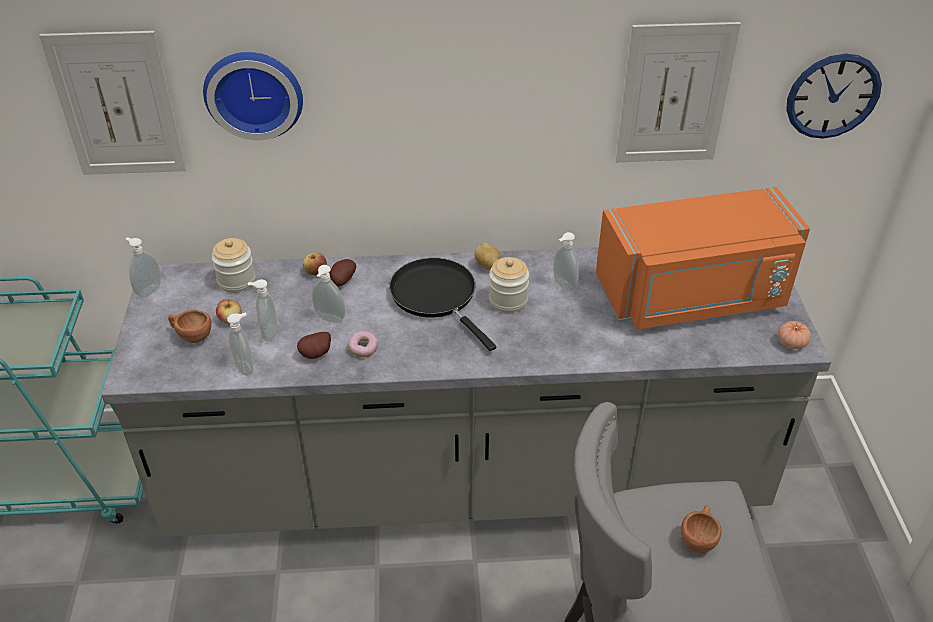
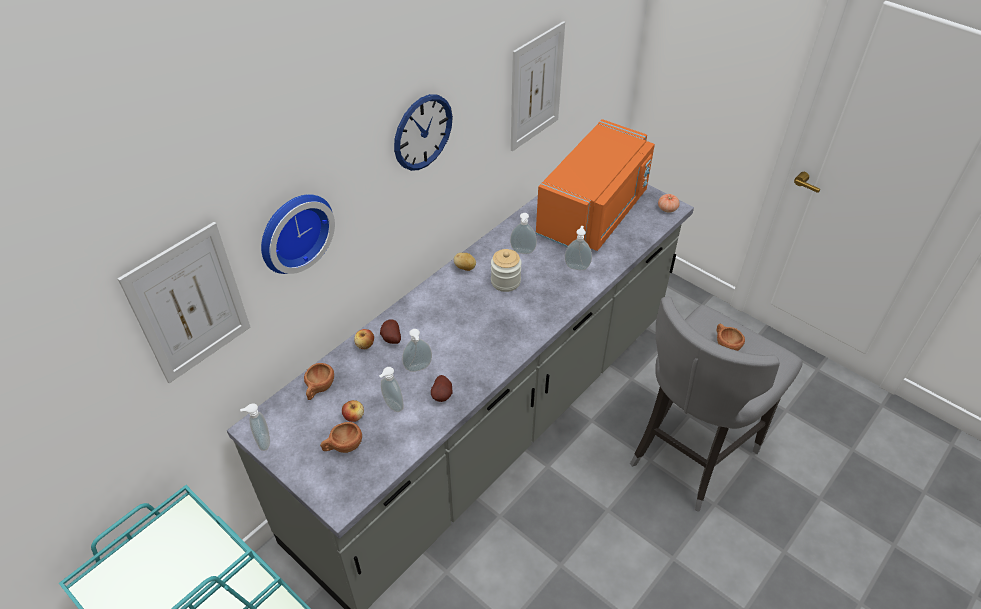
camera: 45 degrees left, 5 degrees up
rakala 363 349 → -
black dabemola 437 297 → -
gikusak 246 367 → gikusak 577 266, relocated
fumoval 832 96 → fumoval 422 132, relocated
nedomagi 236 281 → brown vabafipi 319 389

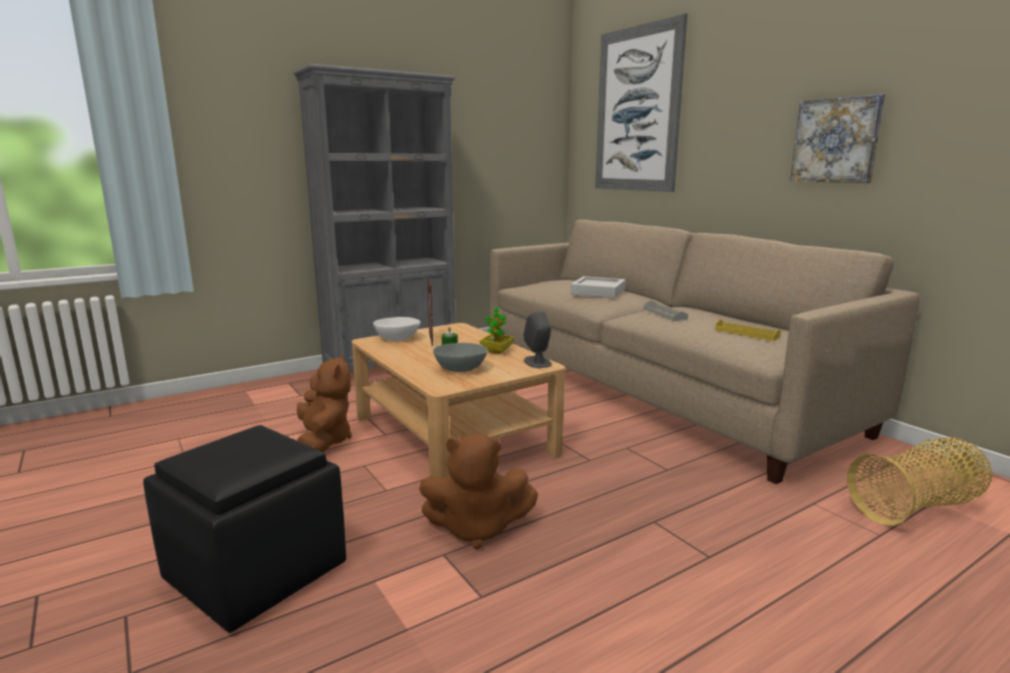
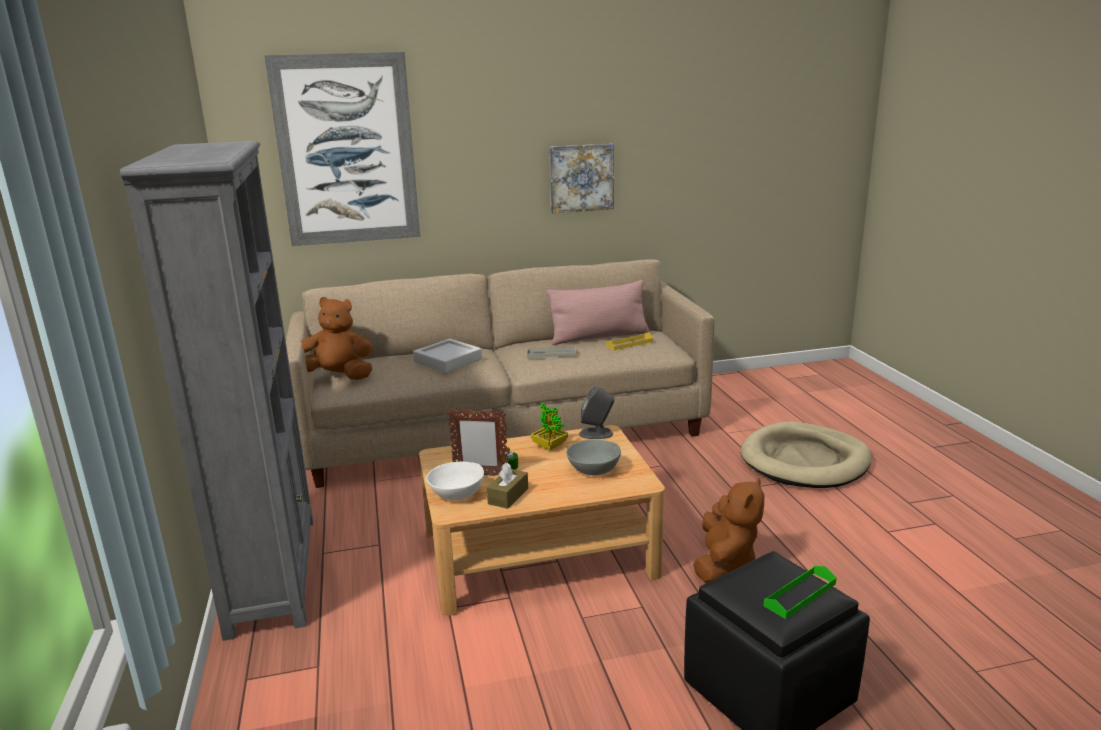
camera: 70 degrees left, 5 degrees up
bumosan 916 507 → -
- → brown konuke 508 496
- → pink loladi 599 337
- → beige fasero 805 461
- → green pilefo 800 595
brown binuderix 324 441 → brown binuderix 337 376, relocated

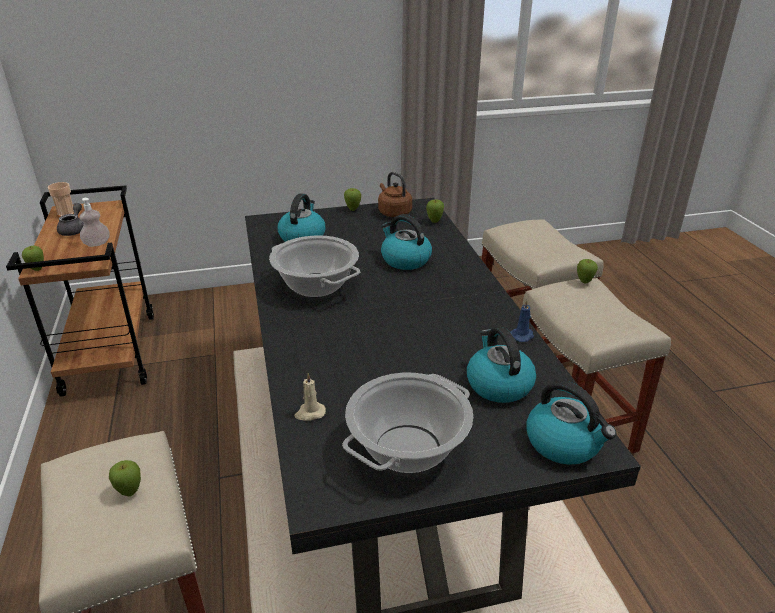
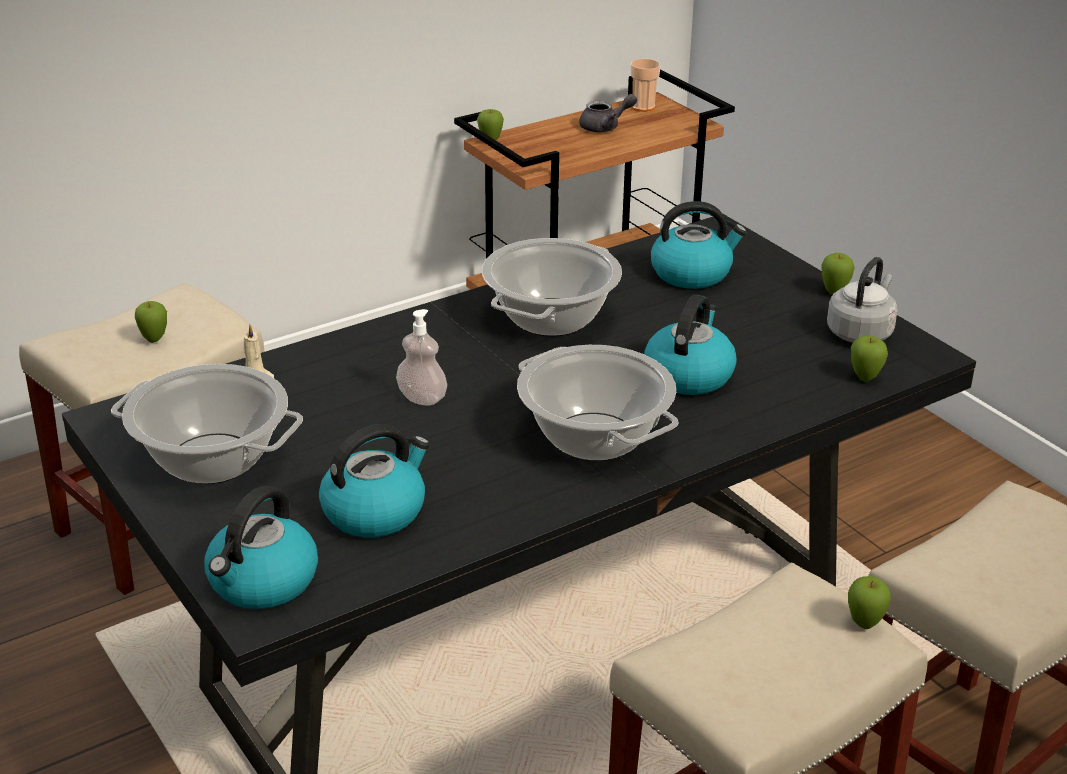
camera: 70 degrees right, 0 degrees up
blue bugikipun 522 335 → -
- → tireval 595 437
gikusak 97 243 → gikusak 422 398, relocated
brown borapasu 393 212 → grey borapasu 861 332

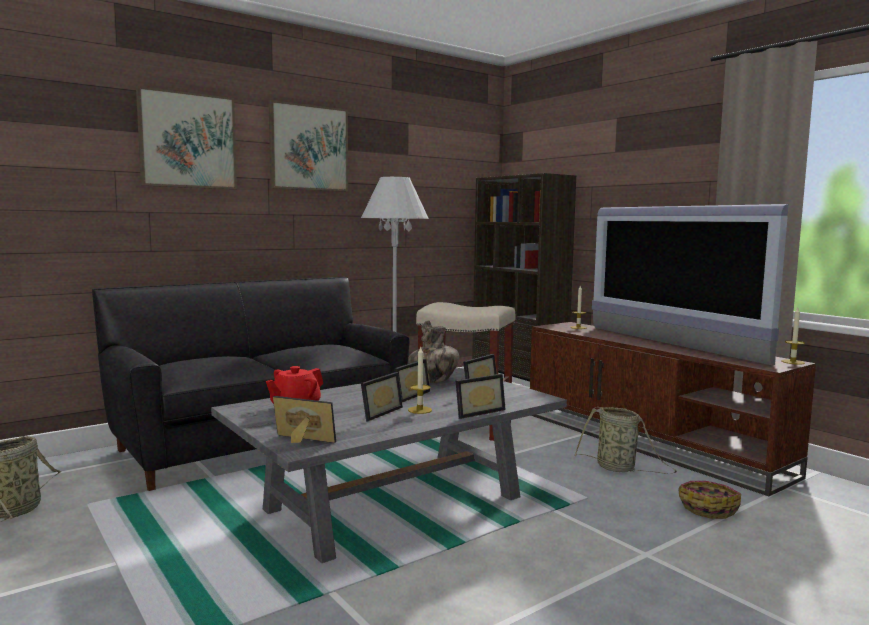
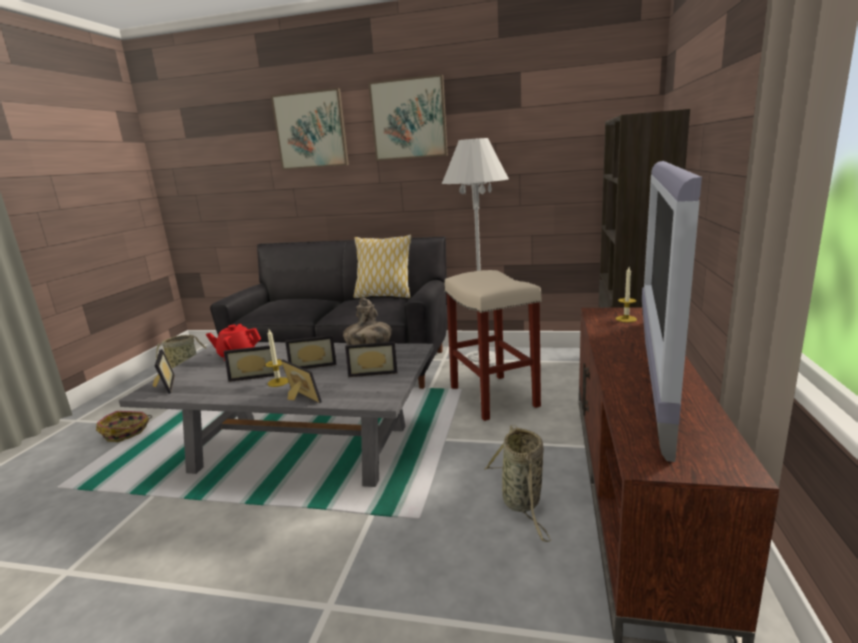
camera: 50 degrees right, 10 degrees up
bugikipun 793 362 → -
- → loladi 384 296
bumosan 708 508 → bumosan 127 432, relocated
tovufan 477 412 → tovufan 298 398, 150 degrees counterclockwise

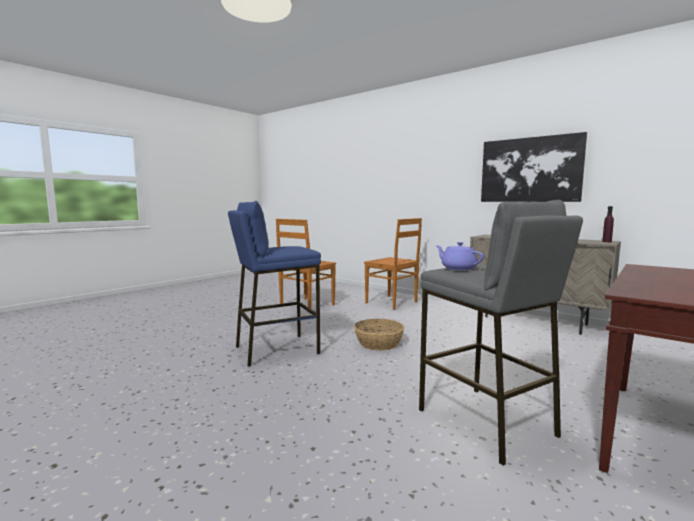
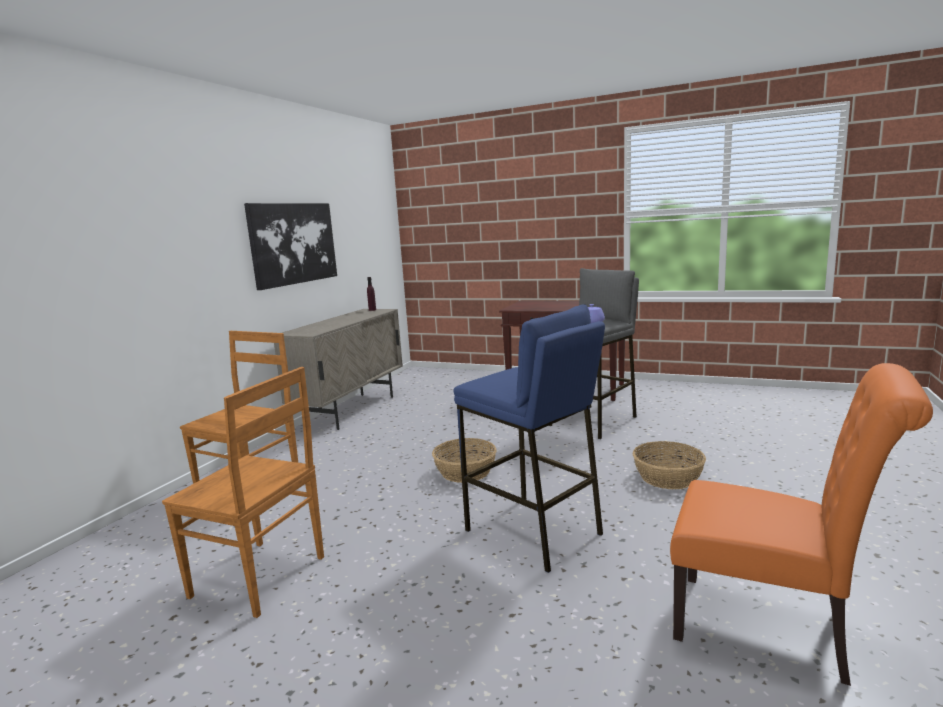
camera: 105 degrees left, 5 degrees up
- → bumosan 668 477
- → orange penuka 772 629

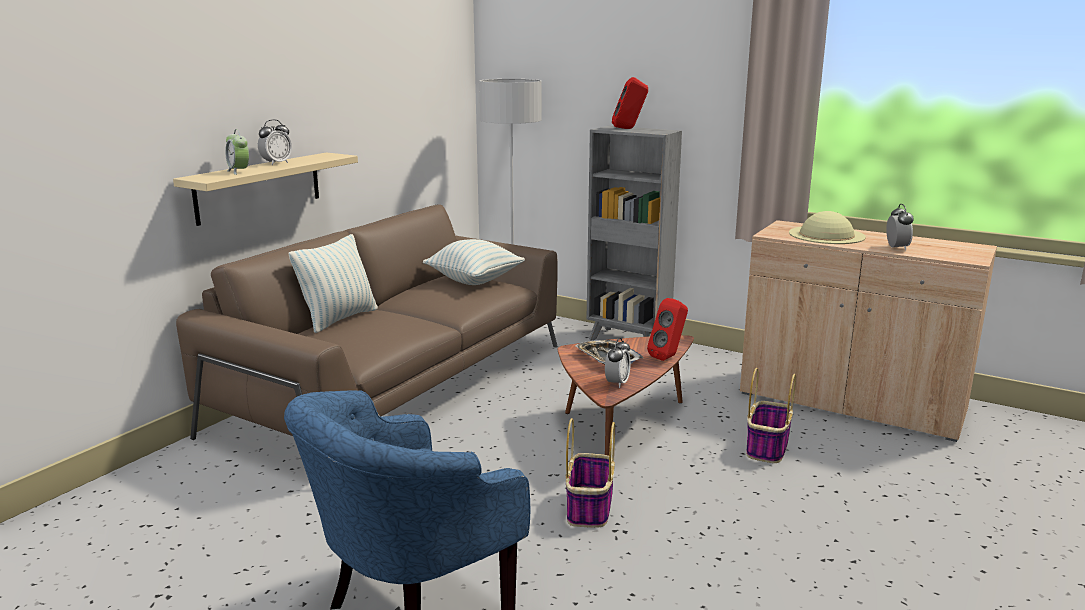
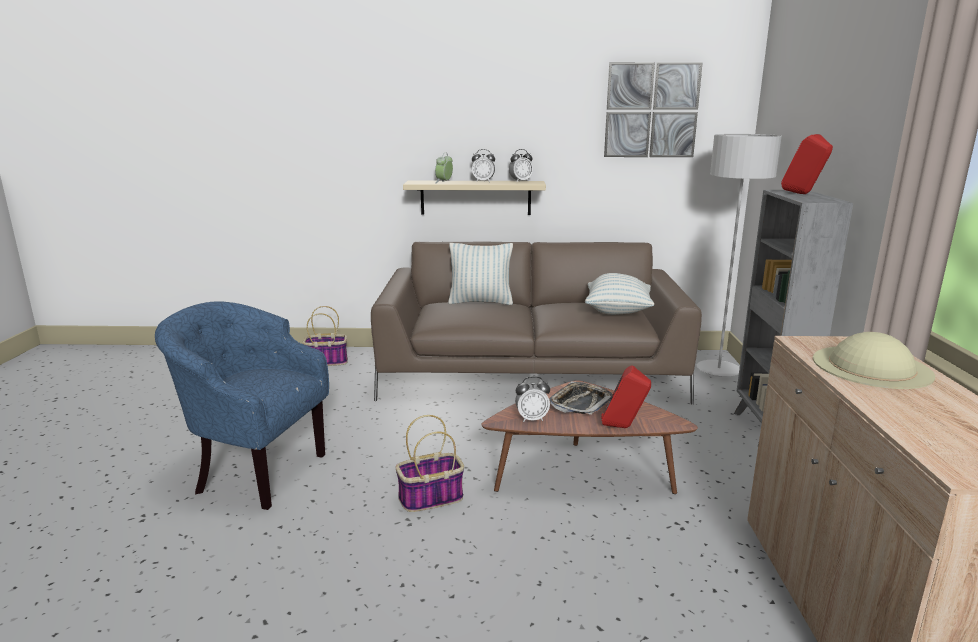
camera: 60 degrees right, 0 degrees up
- → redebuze 651 110
bumosan 767 447 → bumosan 327 361, relocated
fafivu 896 248 → fafivu 520 181, relocated

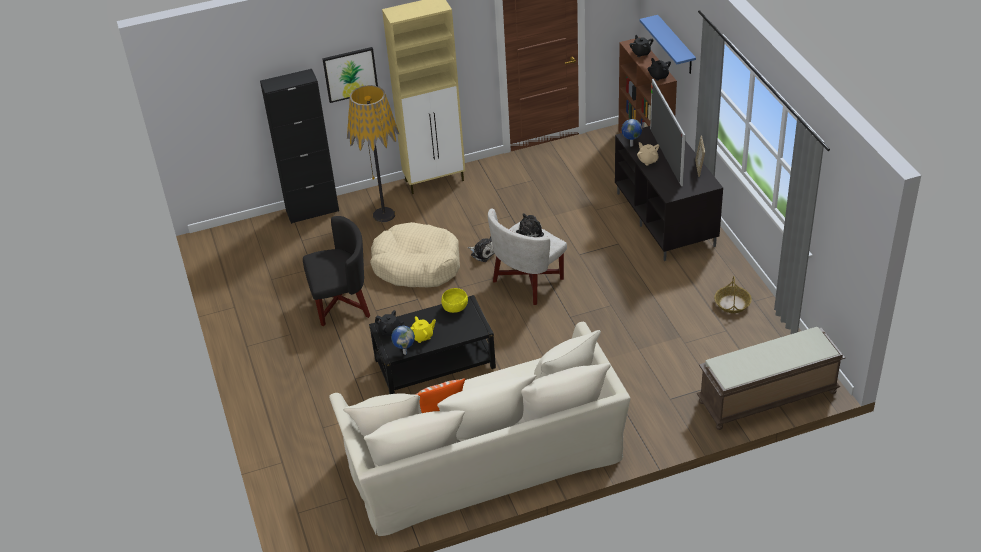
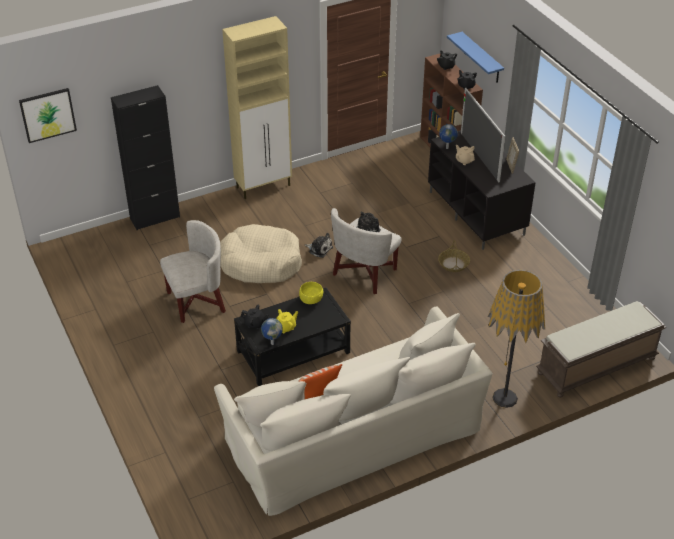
camera: 10 degrees left, 0 degrees up
redebuze 350 74 → redebuze 48 114, relocated
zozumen 384 215 → zozumen 504 398, relocated
bumosan 732 304 → bumosan 453 264, relocated
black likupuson 341 304 → white likupuson 196 301

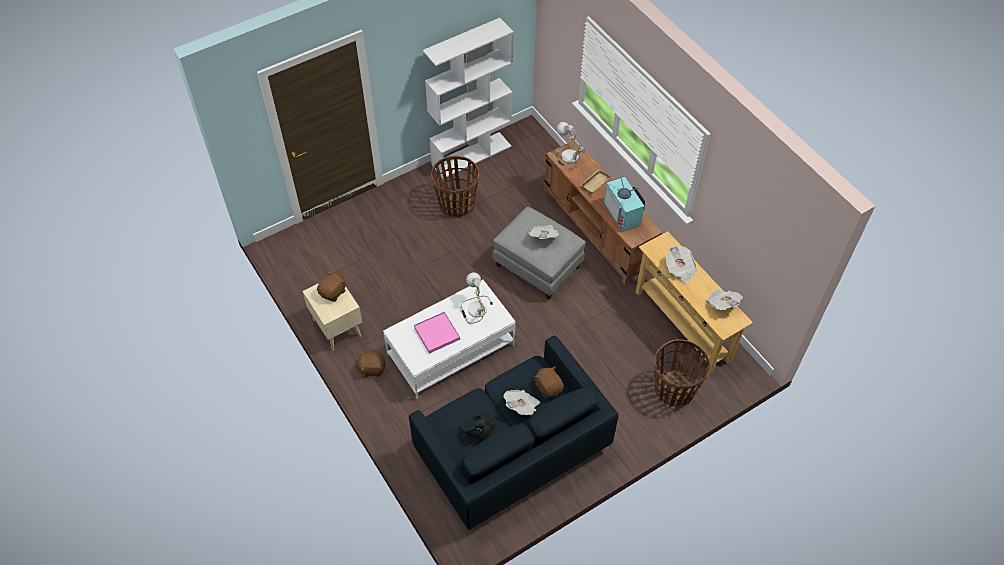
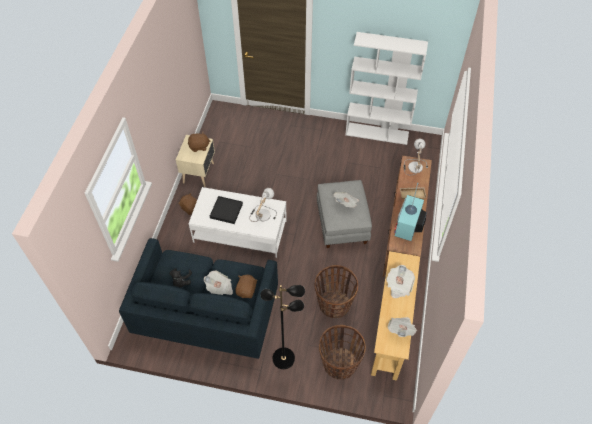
camera: 45 degrees right, 0 degrees up
- → black zozumen 284 358
bumosan 456 204 → bumosan 334 304, relocated
pink pilefo 437 333 → black pilefo 226 211

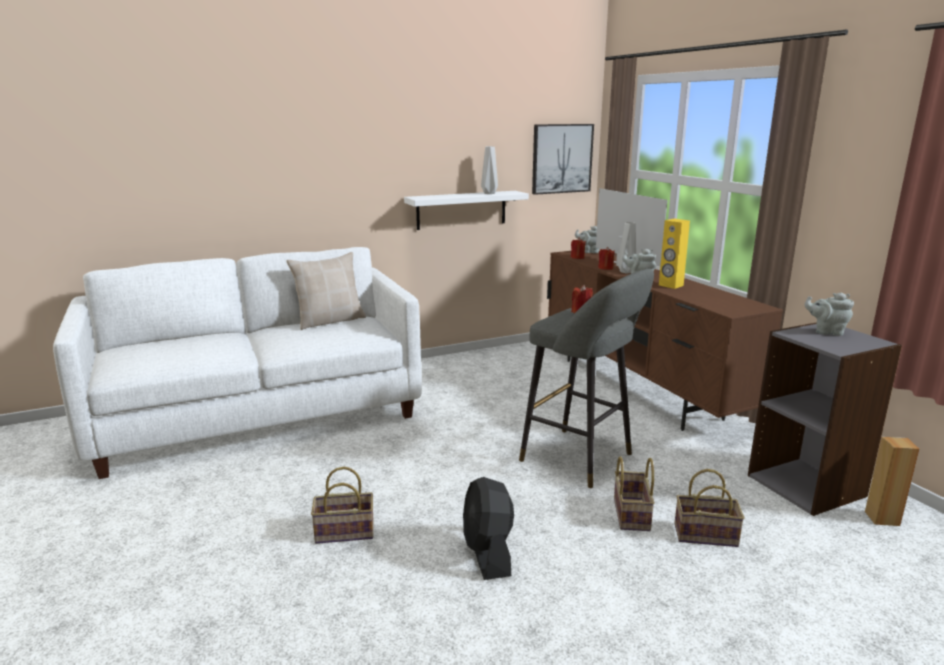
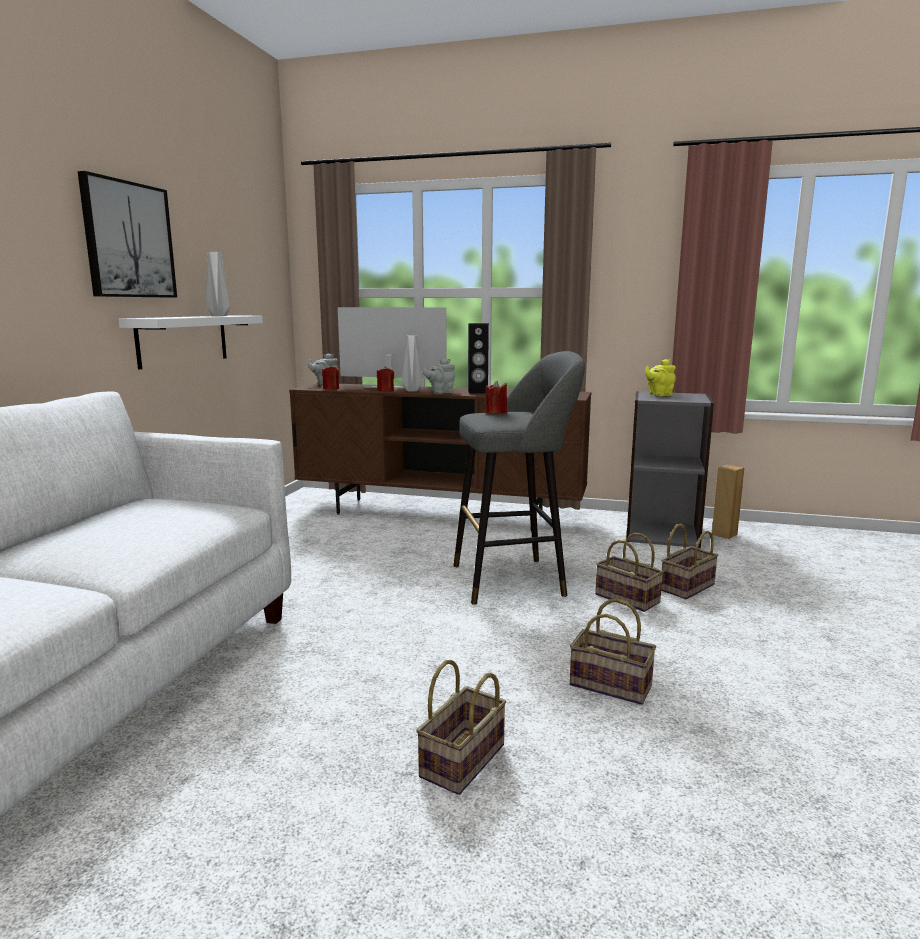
camera: 50 degrees left, 5 degrees down
beige loladi 330 321 → -
redebuze 561 158 → redebuze 128 240, relocated
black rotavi 488 553 → bumosan 613 685
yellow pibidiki 670 285 → black pibidiki 477 392
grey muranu 826 331 → yellow muranu 659 395

